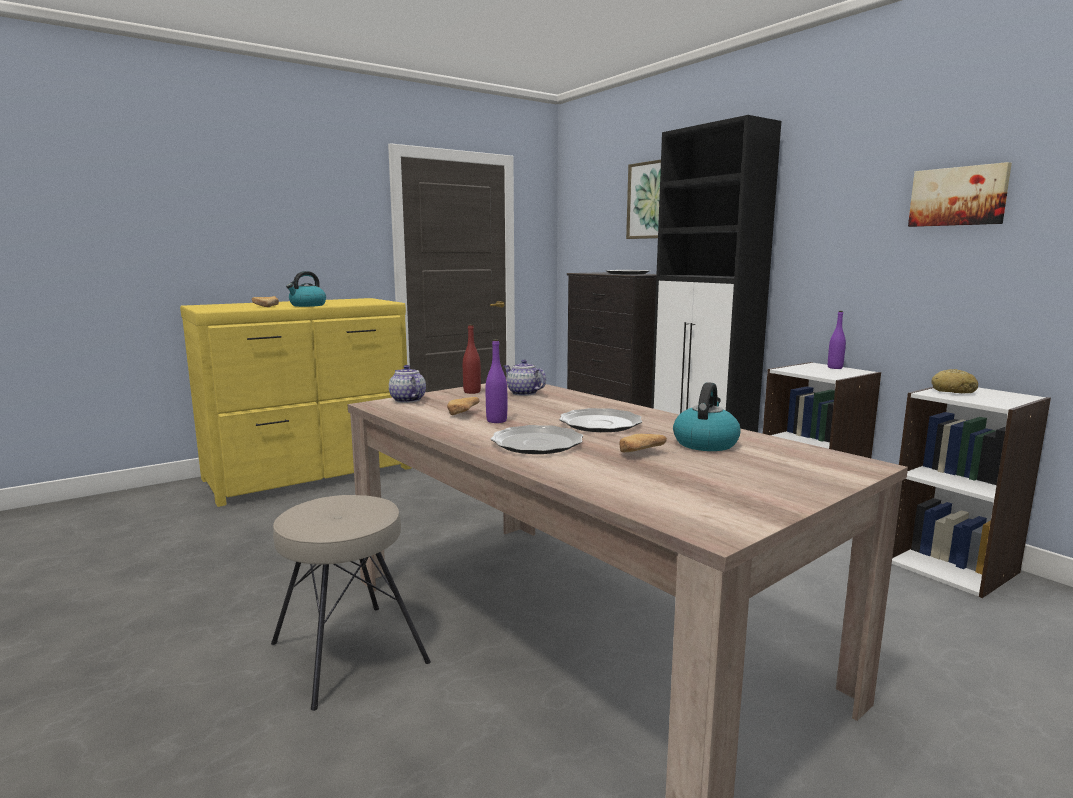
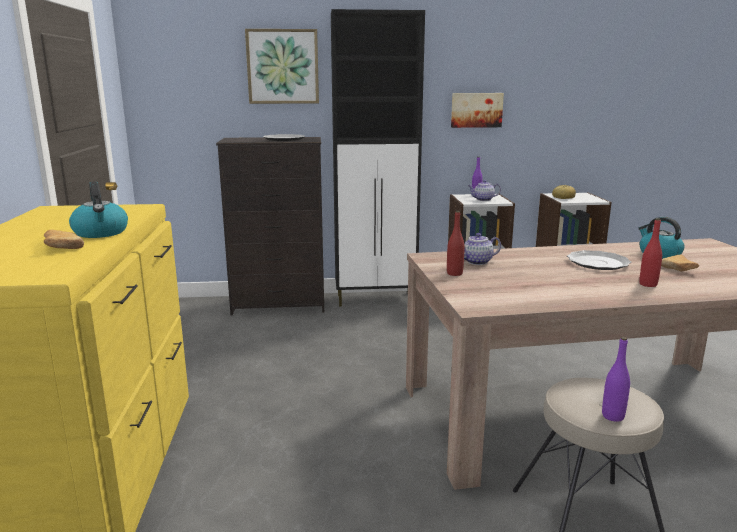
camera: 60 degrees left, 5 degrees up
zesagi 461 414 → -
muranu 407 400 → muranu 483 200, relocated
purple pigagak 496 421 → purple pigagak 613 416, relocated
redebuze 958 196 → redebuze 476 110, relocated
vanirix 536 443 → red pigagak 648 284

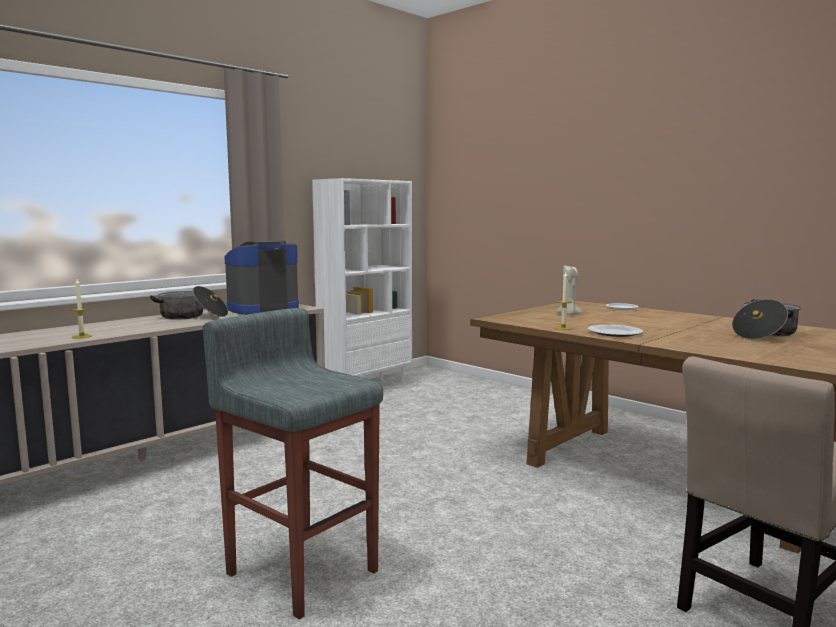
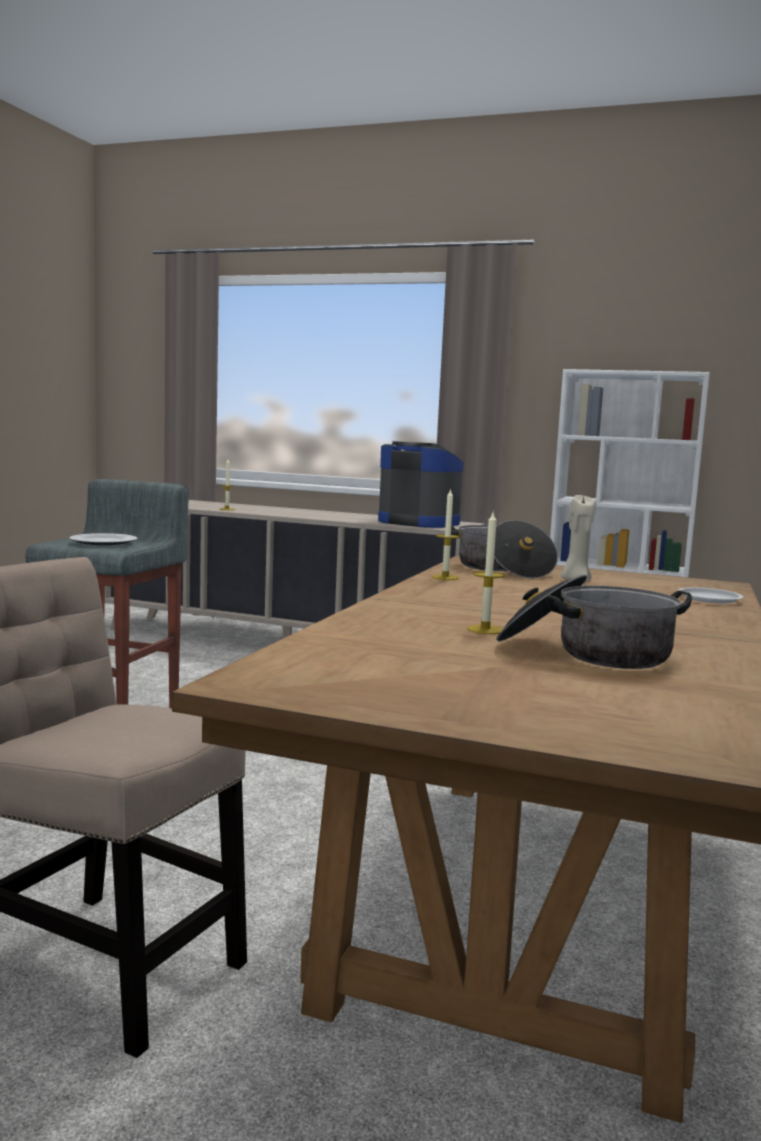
camera: 65 degrees right, 0 degrees up
- → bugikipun 485 629
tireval 192 316 → tireval 501 569, relocated
vanirix 614 333 → vanirix 103 542, relocated

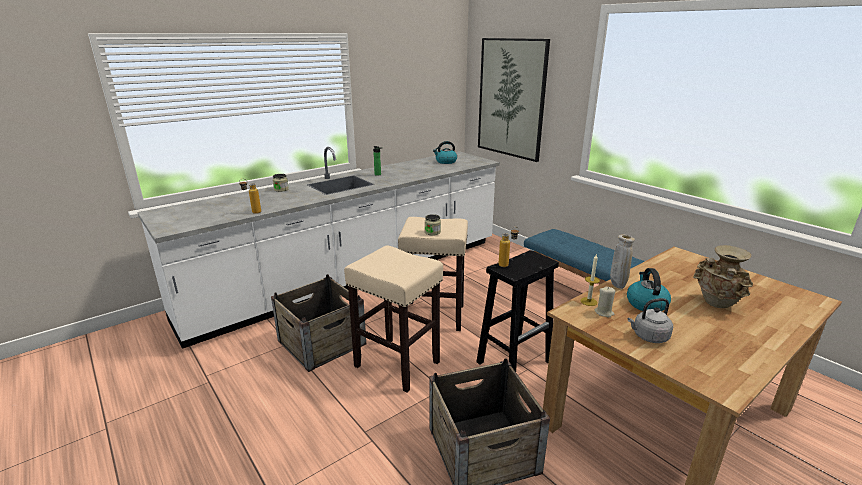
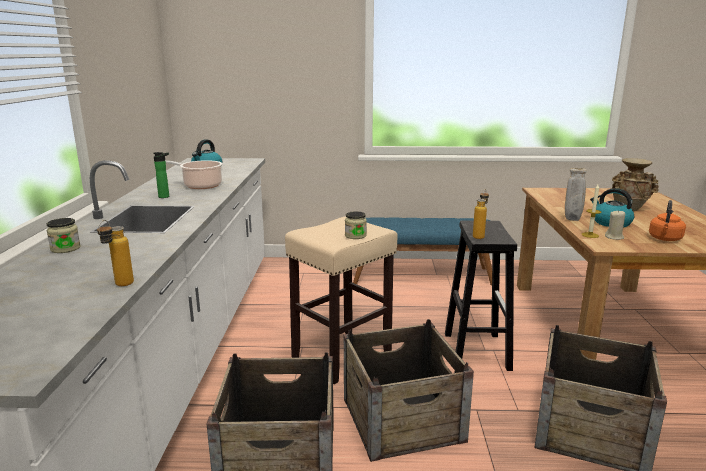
camera: 50 degrees left, 5 degrees down
redebuze 511 98 → -
- → tireval 200 186
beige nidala 398 364 → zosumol 402 419
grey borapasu 648 337 → orange borapasu 665 239

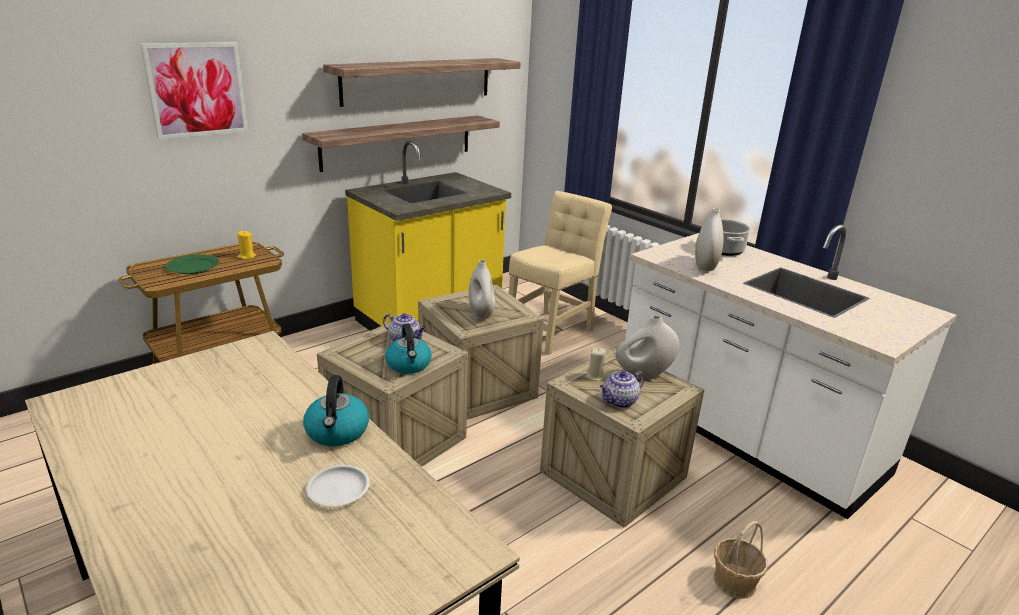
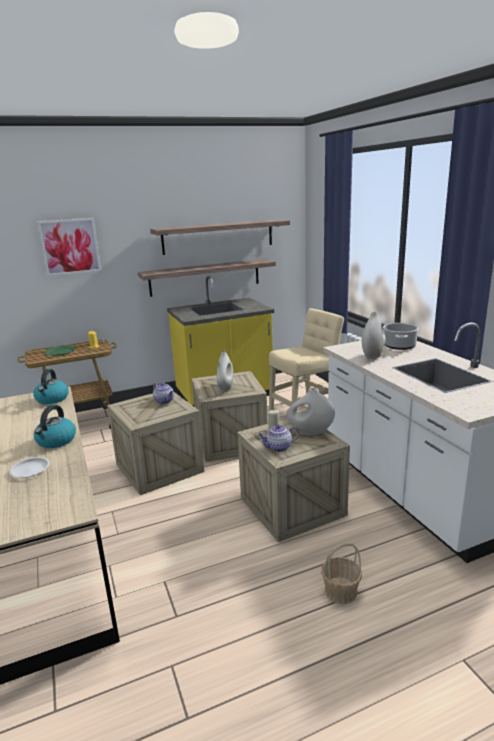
camera: 20 degrees right, 5 degrees down
borapasu 409 365 → borapasu 52 399, relocated

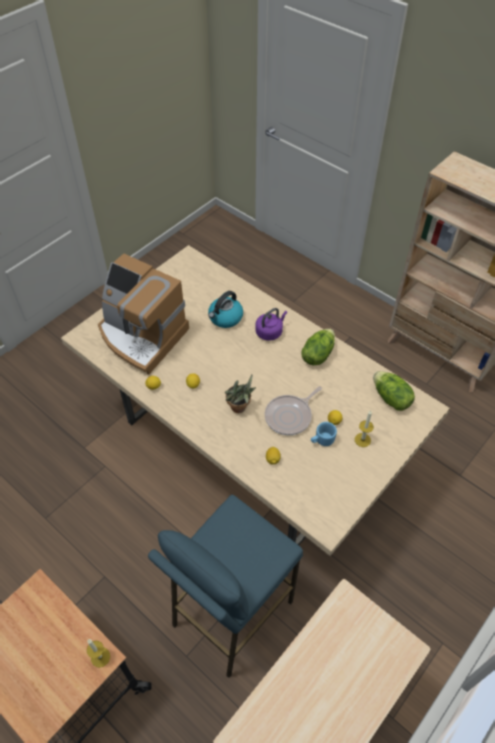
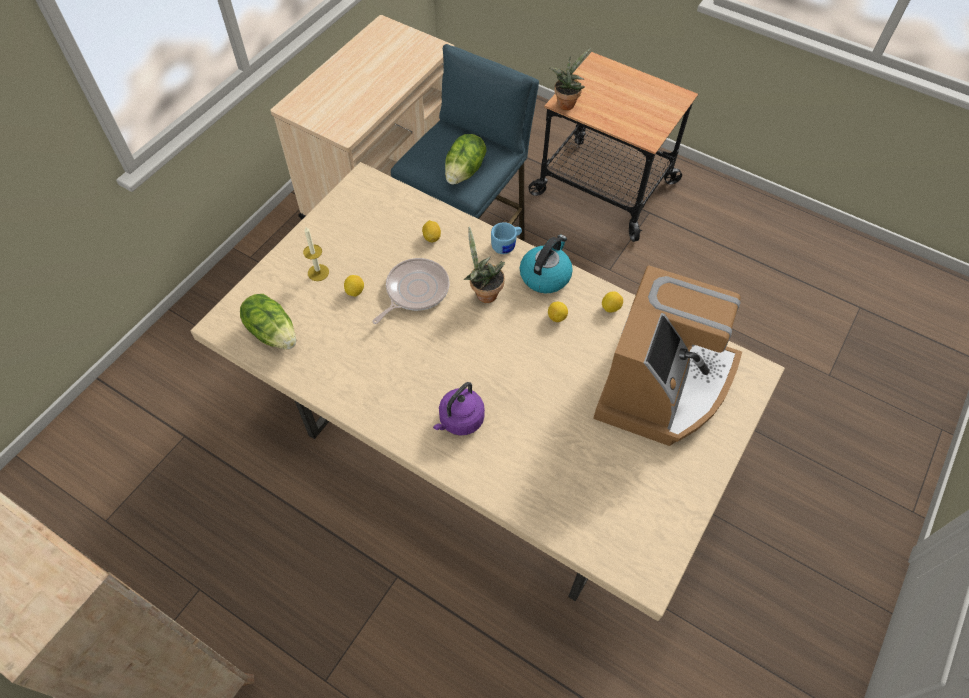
camera: 170 degrees right, 5 degrees up
borapasu 225 318 → borapasu 545 275, relocated
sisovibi 317 354 → sisovibi 465 171, relocated
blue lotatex 321 440 → blue lotatex 507 245, relocated
bugikipun 100 657 → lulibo 566 103
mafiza 141 336 → mafiza 662 385, 90 degrees clockwise

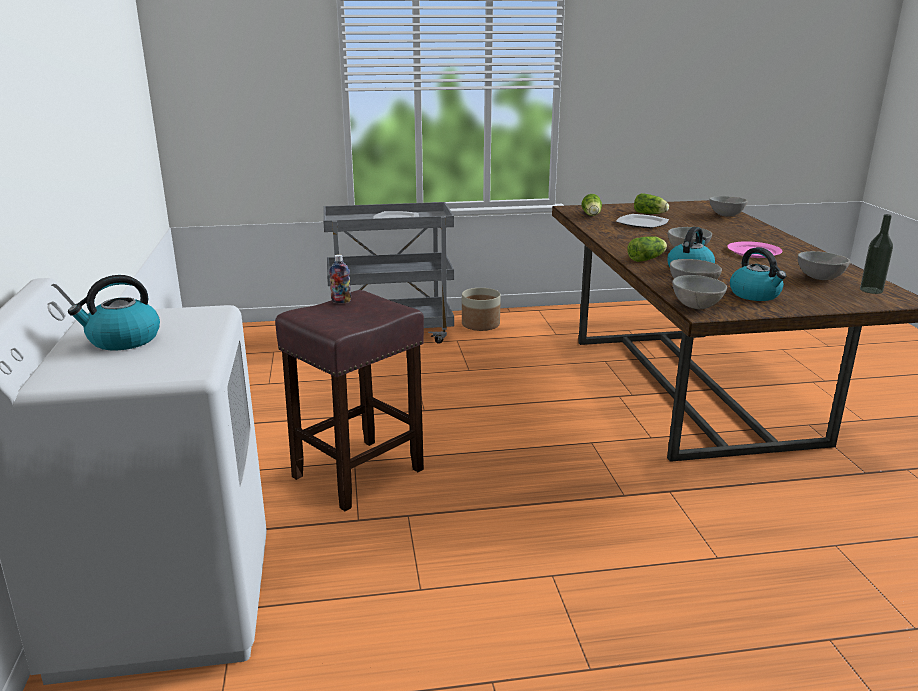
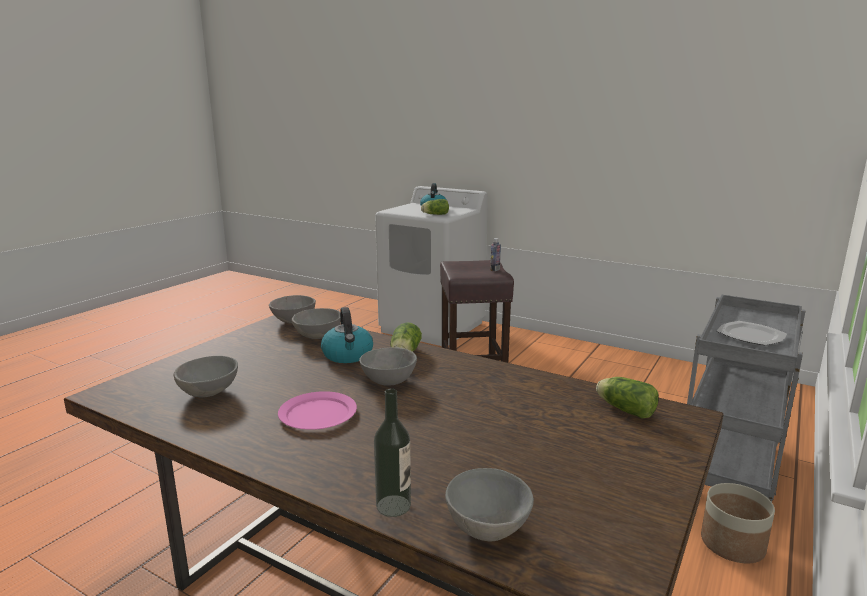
camera: 130 degrees right, 5 degrees down
vanirix 642 223 → -
borapasu 755 295 → -
sisovibi 650 214 → sisovibi 434 214, relocated
pigagak 871 290 → pigagak 393 506, relocated

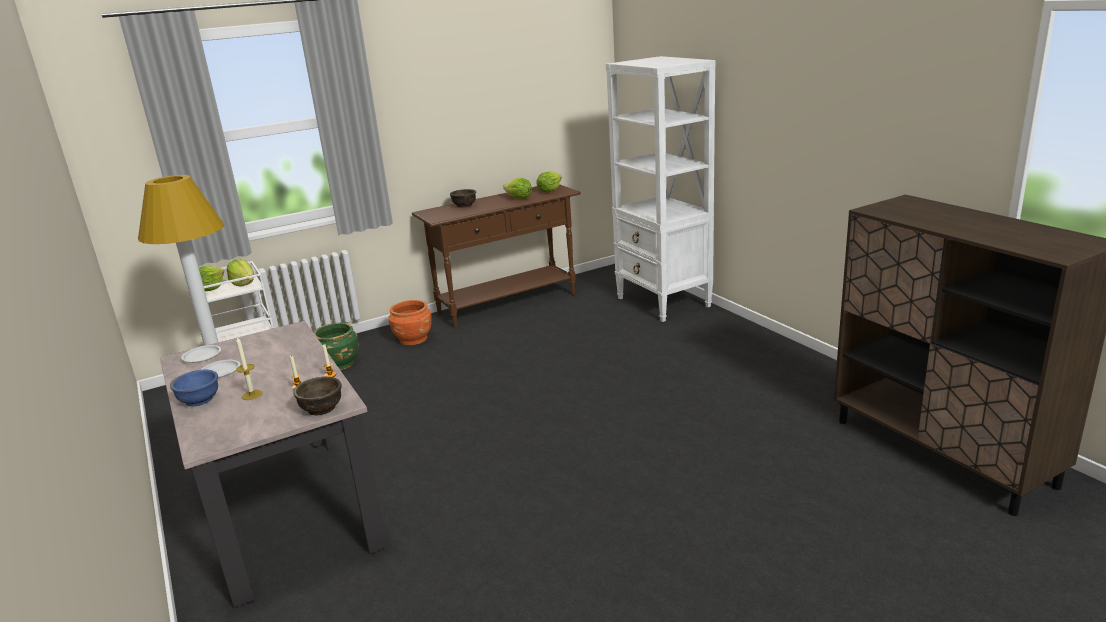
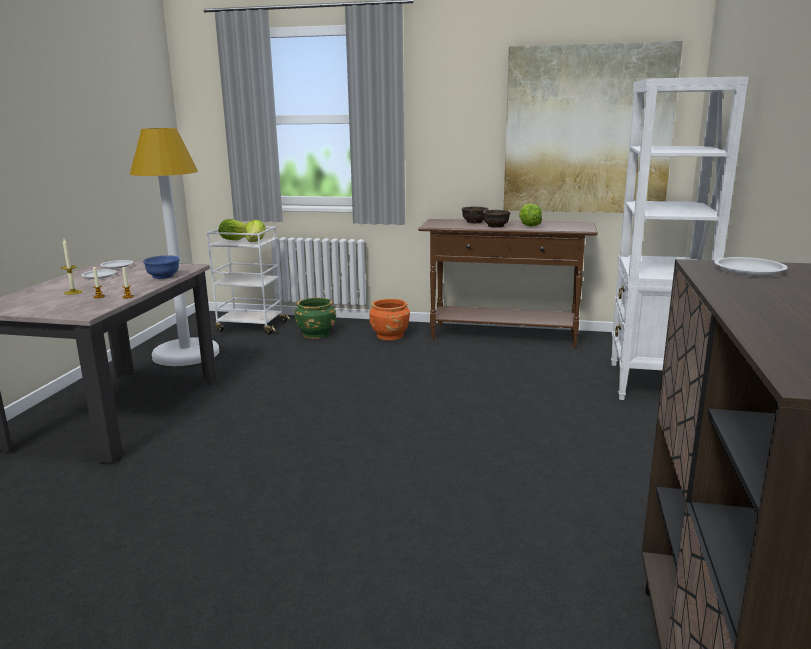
camera: 40 degrees right, 5 degrees down
sisovibi 549 190 → -
- → redebuze 587 130
- → white vanirix 748 270
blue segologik 199 400 → blue segologik 163 276, relocated
brown segologik 321 408 → brown segologik 495 226, relocated

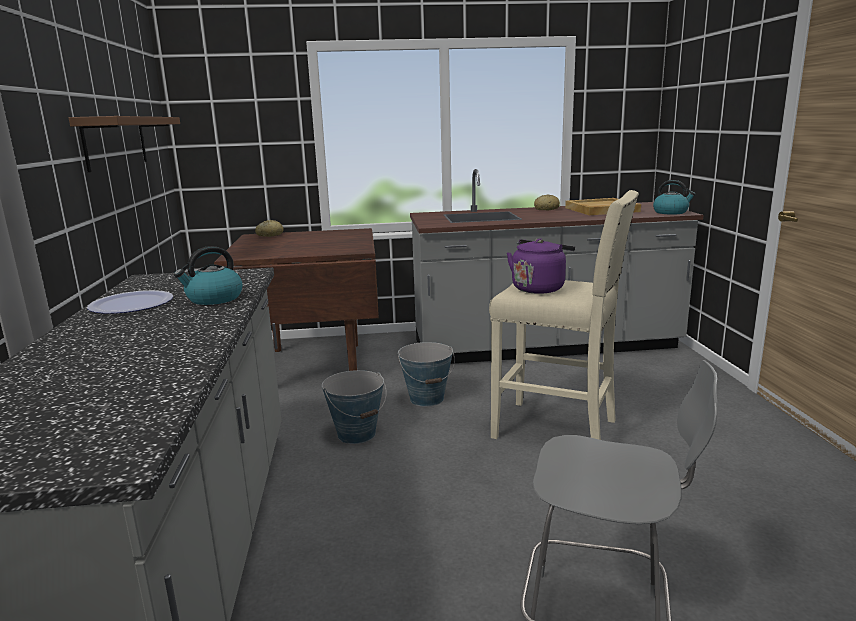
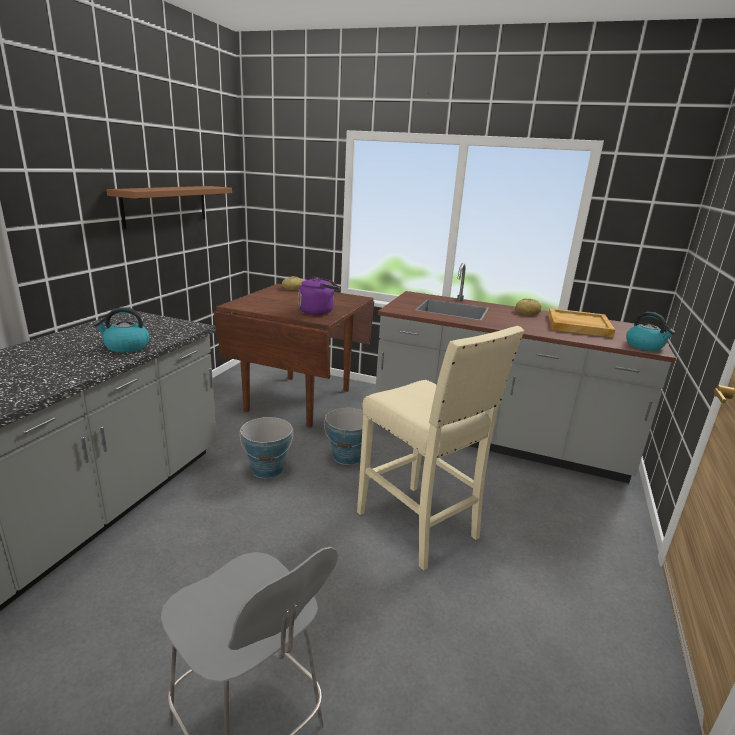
camera: 25 degrees right, 5 degrees up
vanirix 132 304 → -
purple borapasu 539 288 → purple borapasu 318 311, relocated

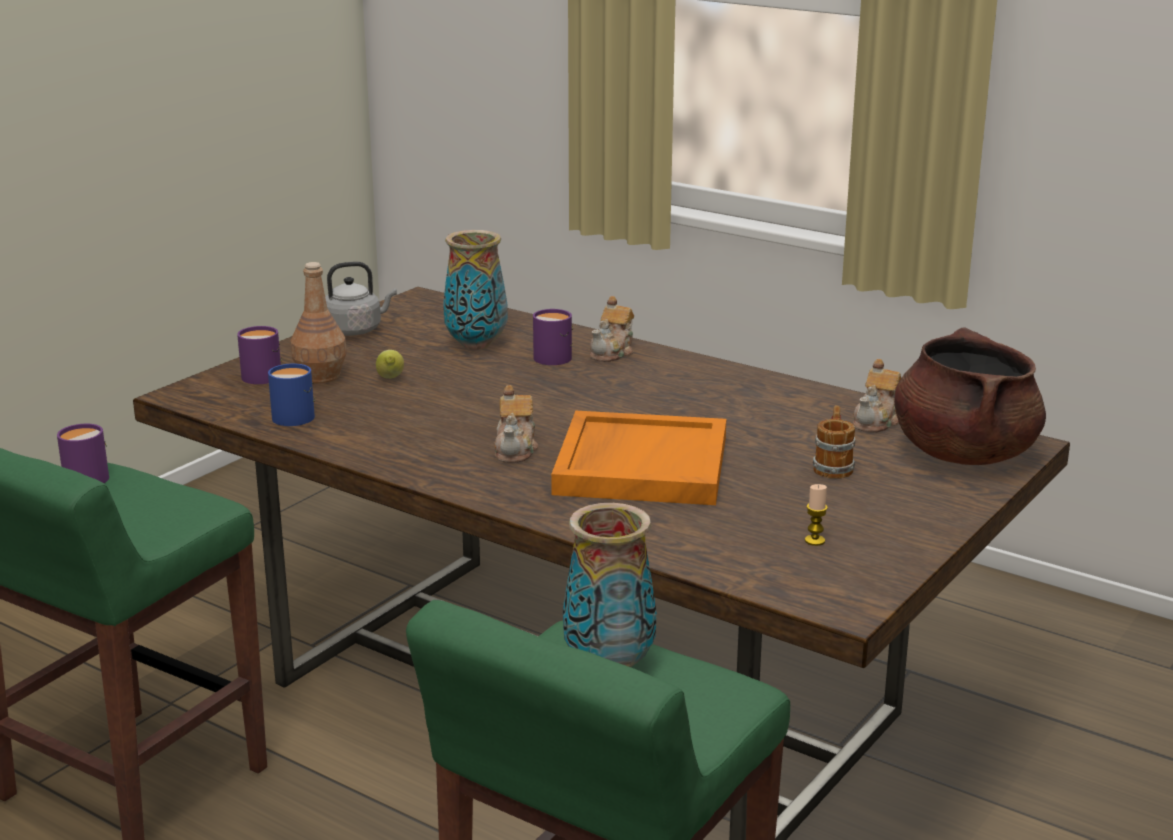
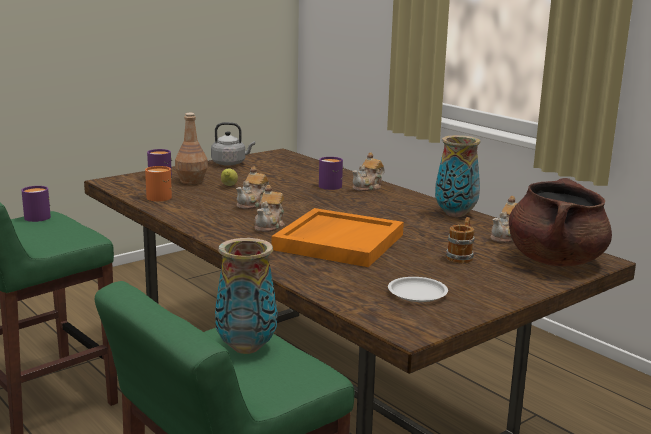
camera: 15 degrees right, 5 degrees down
- → muranu 253 204
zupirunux 477 345 → zupirunux 456 214, relocated
bugikipun 814 541 → white vanirix 418 293
blue lotatex 295 415 → orange lotatex 161 196

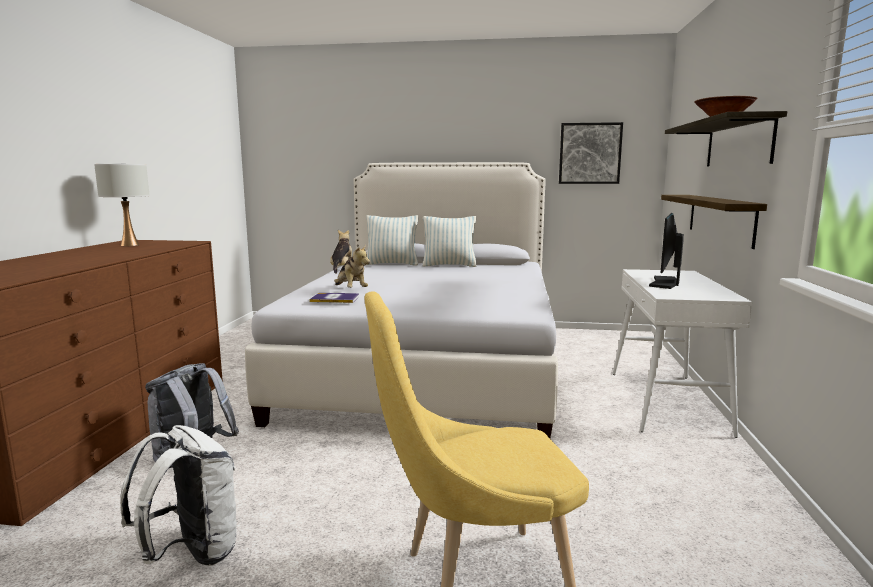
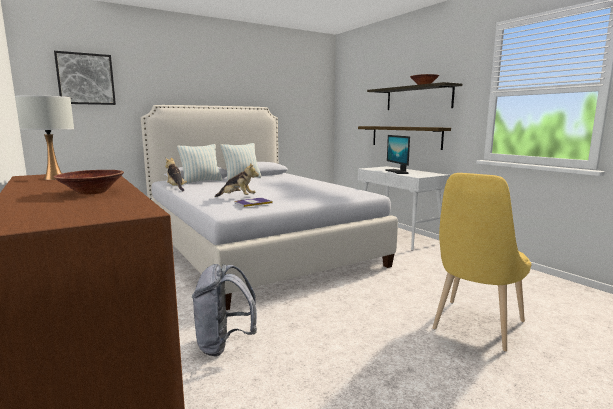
camera: 40 degrees left, 0 degrees up
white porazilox 191 553 → -
- → brown segologik 92 192
redebuze 590 153 → redebuze 86 79, relocated

